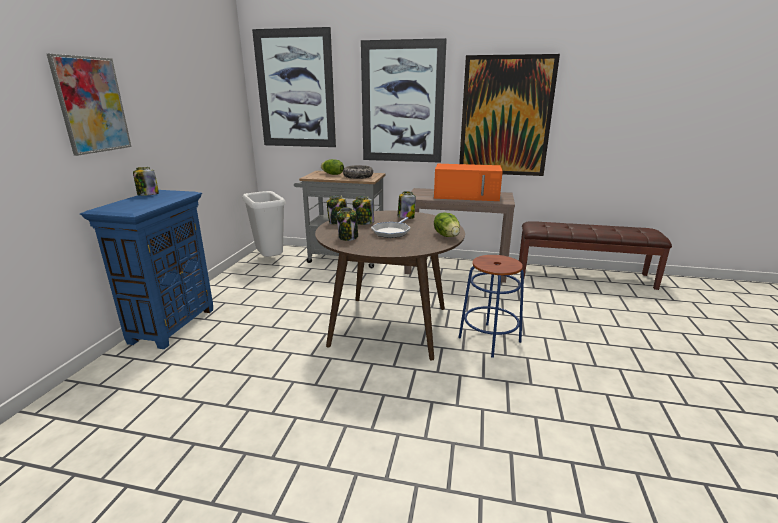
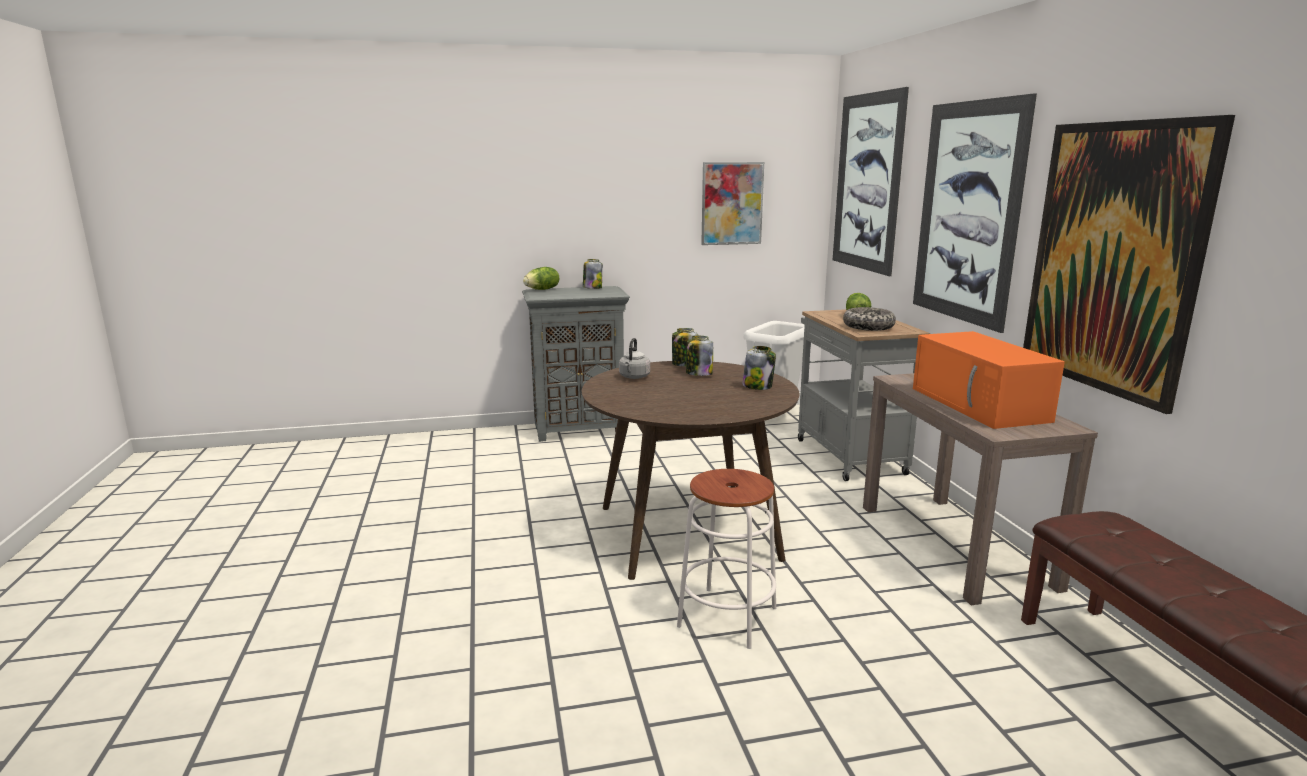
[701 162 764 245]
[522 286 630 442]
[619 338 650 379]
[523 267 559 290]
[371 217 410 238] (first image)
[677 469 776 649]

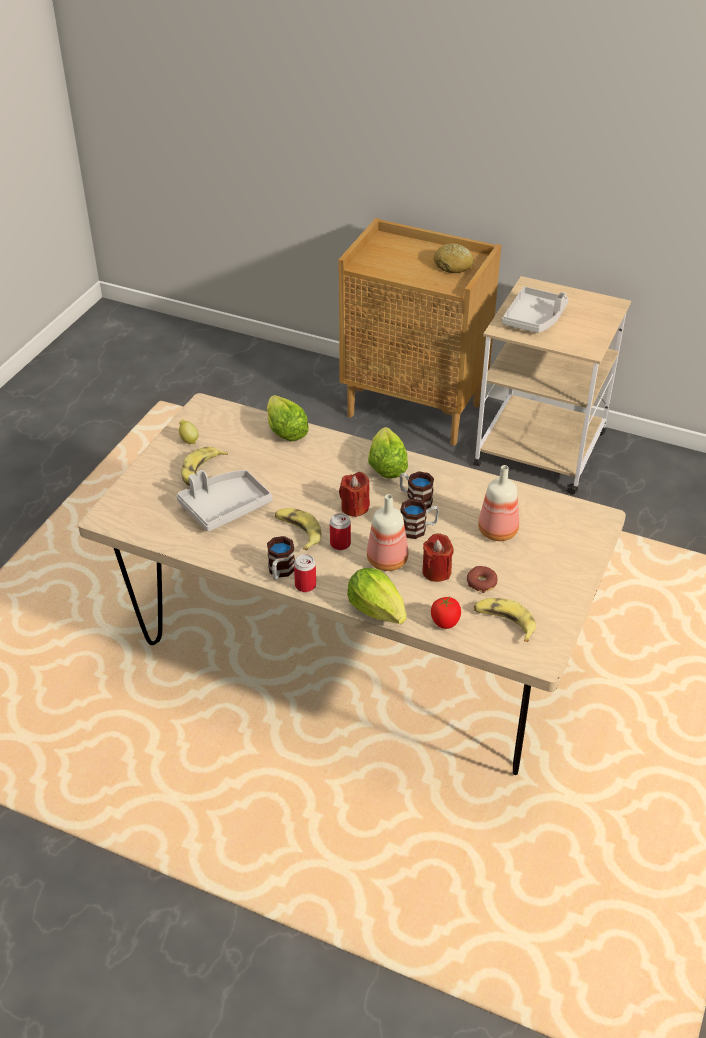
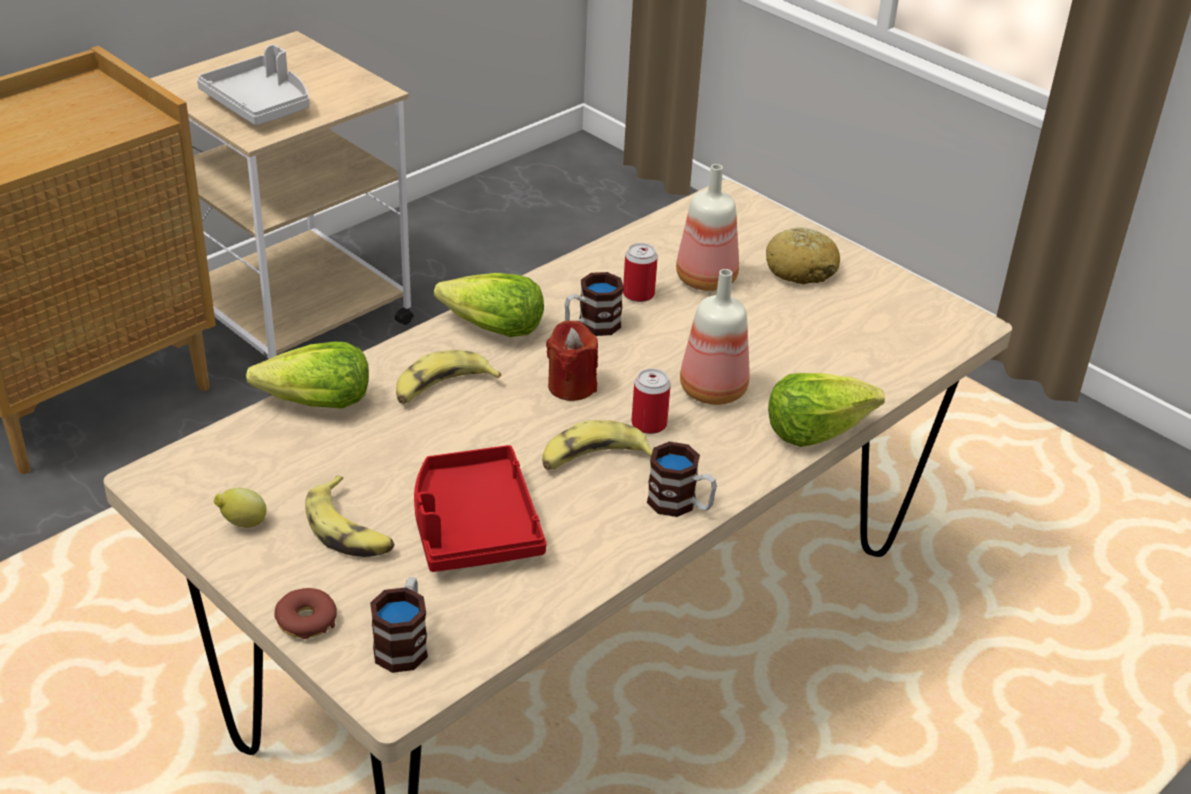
[766 227 840 284]
[414 445 546 572]
[370 577 428 673]
[422 534 453 582] (first image)
[623 243 658 302]
[274 588 337 639]
[431 597 461 629] (first image)
[396 350 501 404]

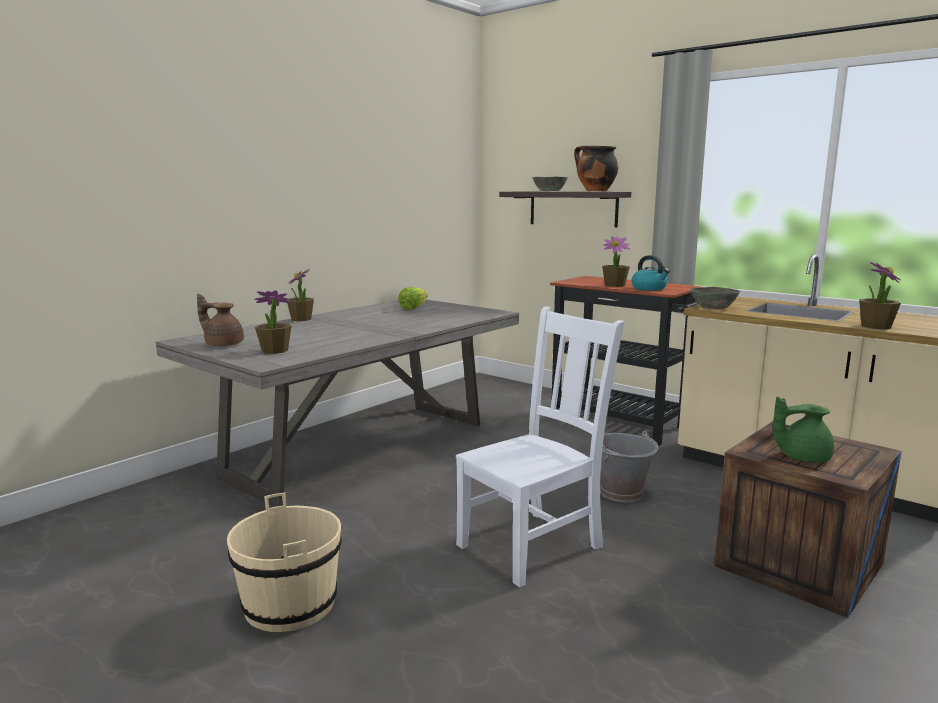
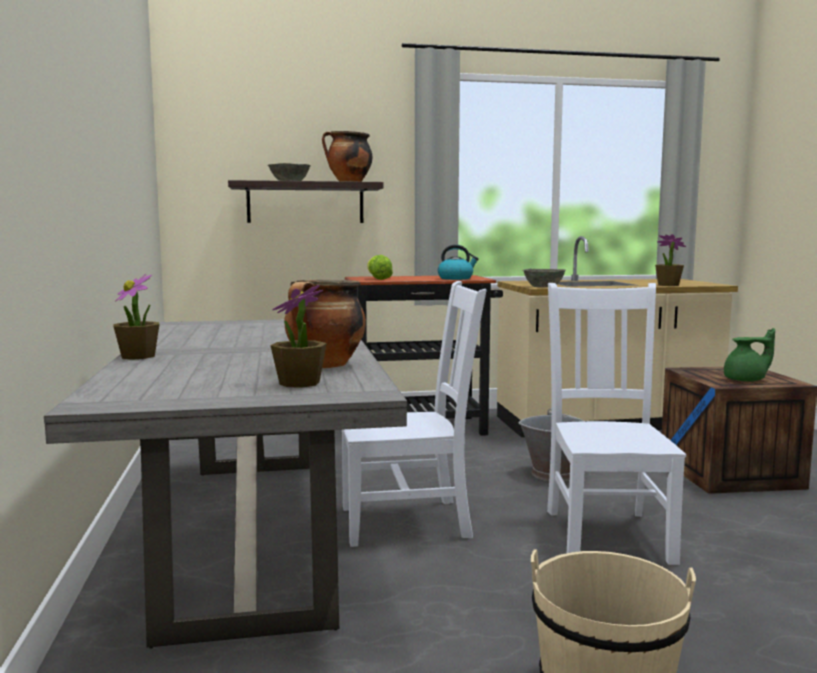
[602 236 630 287] (first image)
[367 255 393 280]
[197 294 244 347] (first image)
[724 328 775 381]
[284 280 366 368]
[342 281 486 547]

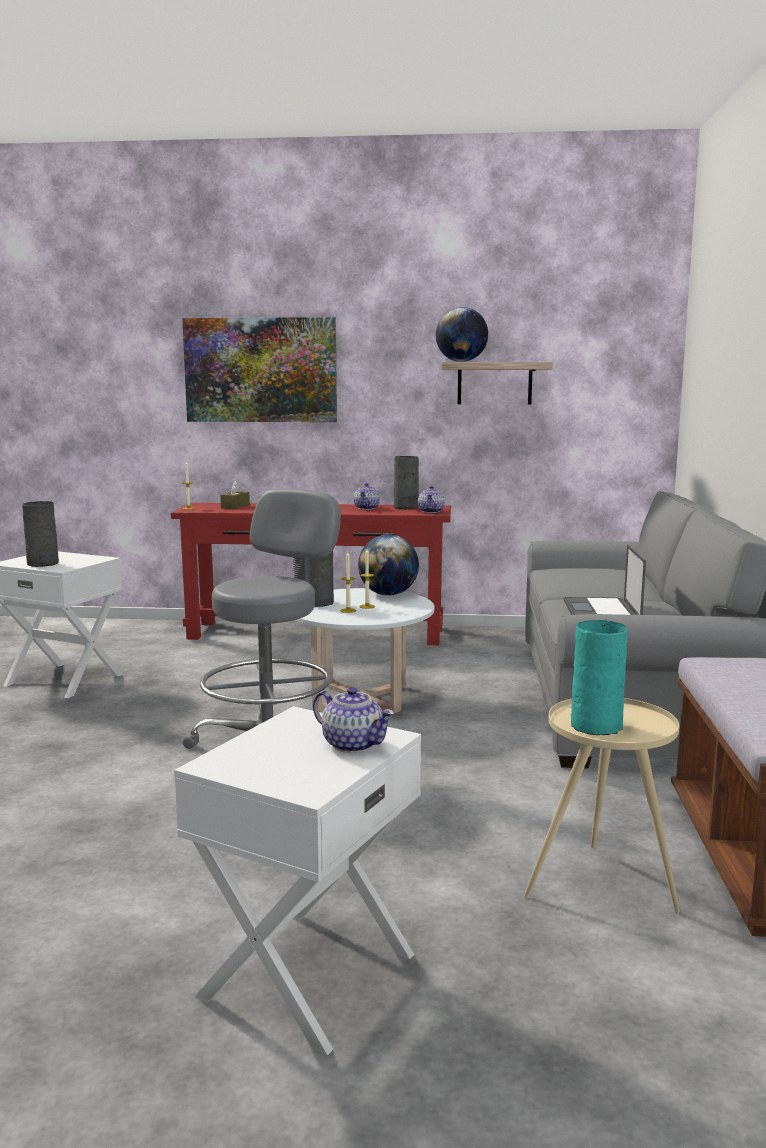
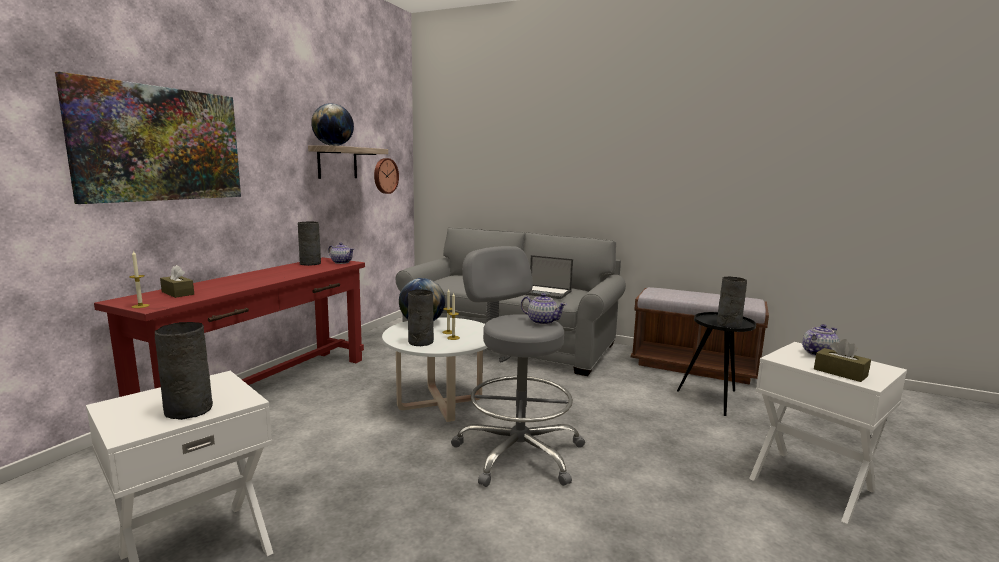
[521 293 567 325]
[717 276 747 328]
[677 312 756 416]
[374 158 399 194]
[814 339 871 382]

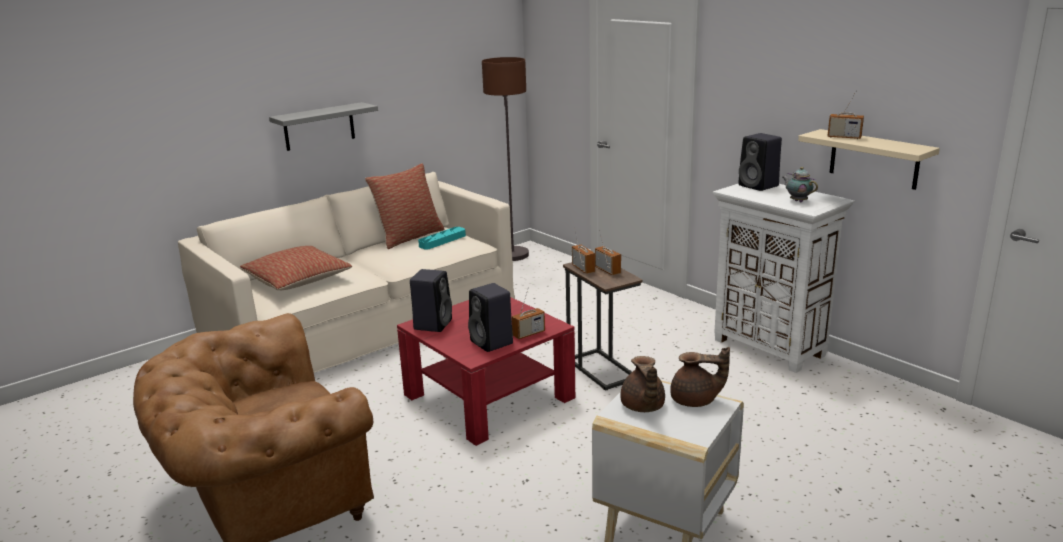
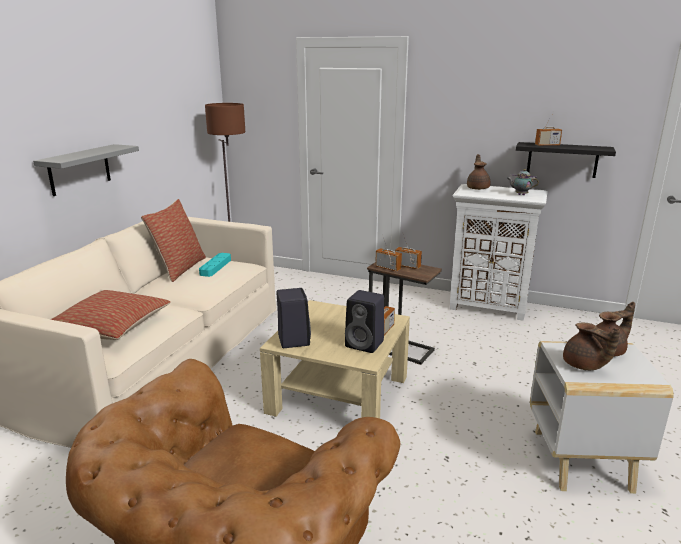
[516 142 616 178]
[467 154 491 190]
[260 300 410 418]

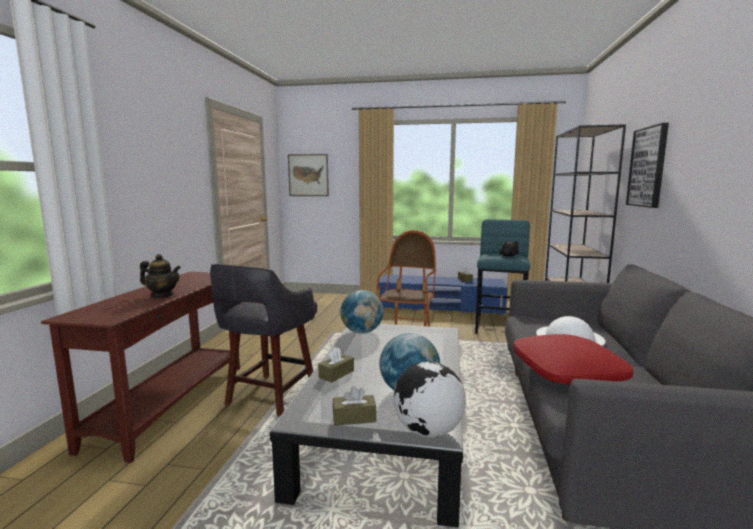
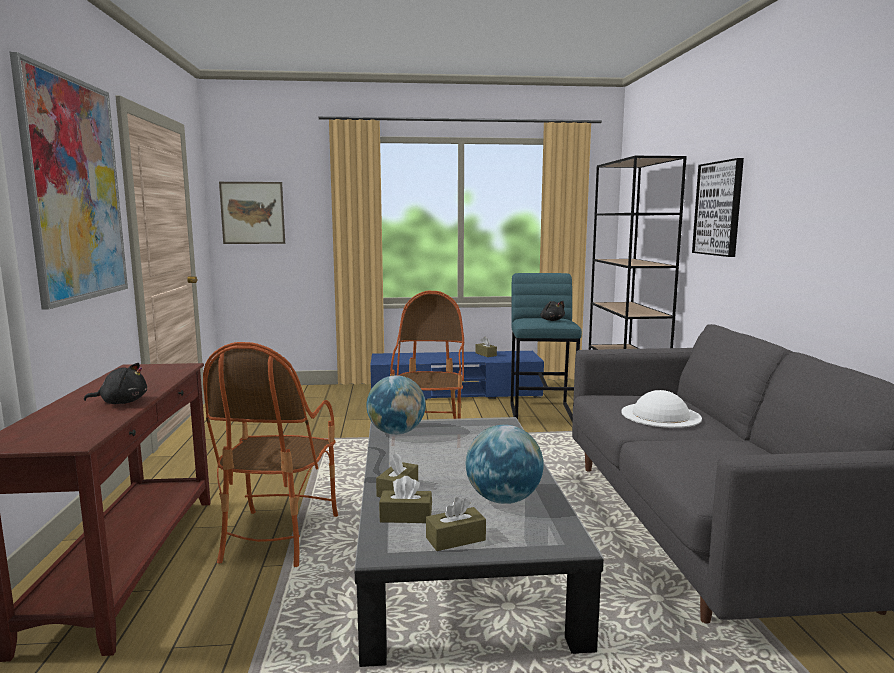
[84 363 147 404]
[203 342 338 567]
[513 334 633 385] (first image)
[394 362 466 438] (first image)
[10 52 128 310]
[379 476 432 523]

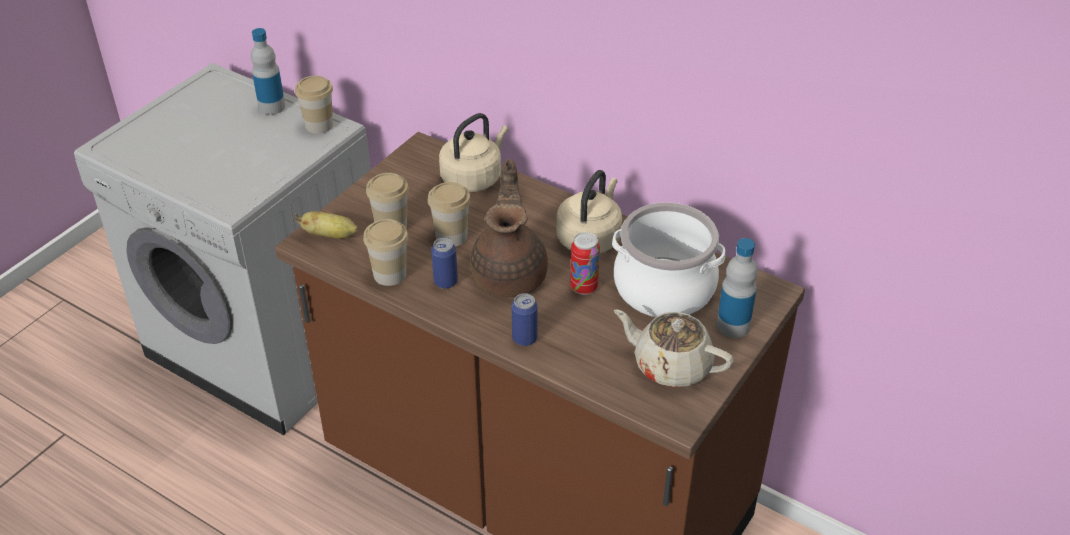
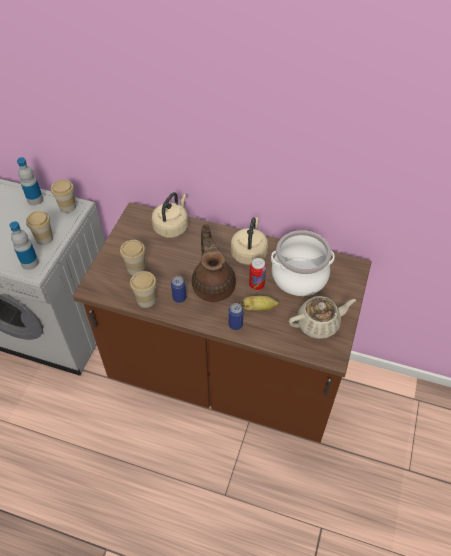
[26 211 53 245]
[239 296 279 311]
[9 221 39 270]
[289 296 356 339]

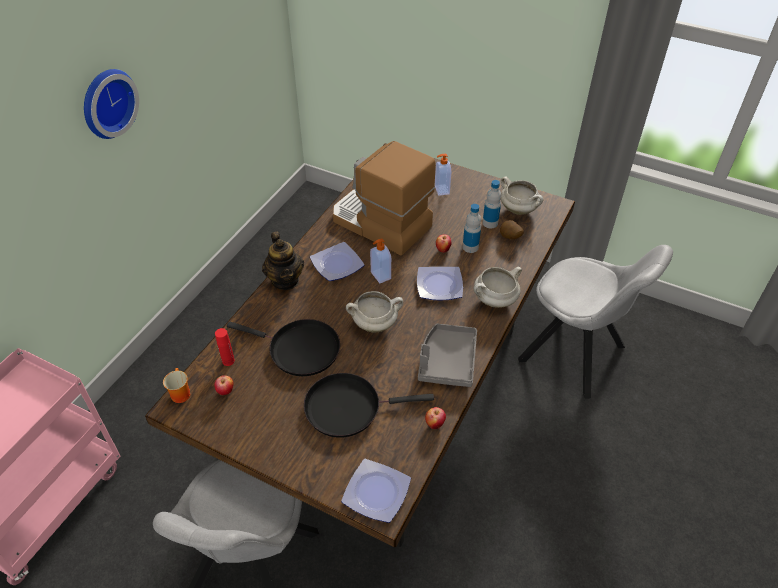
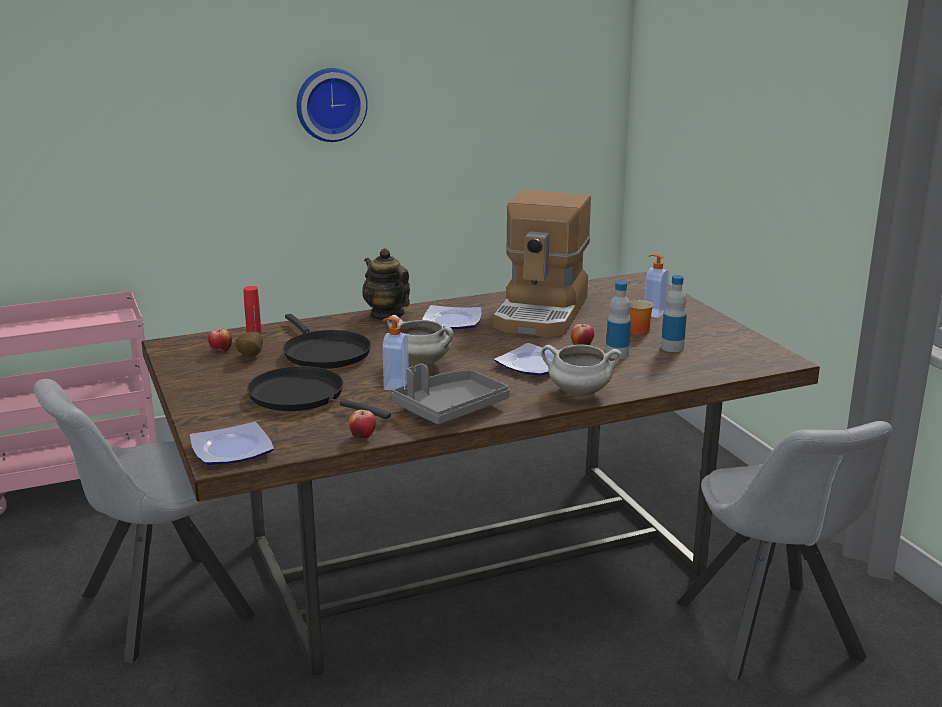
[493 190 591 337]
[501 176 544 215] (first image)
[235 331 263 357]
[362 248 410 320]
[383 318 409 390]
[629 300 654 335]

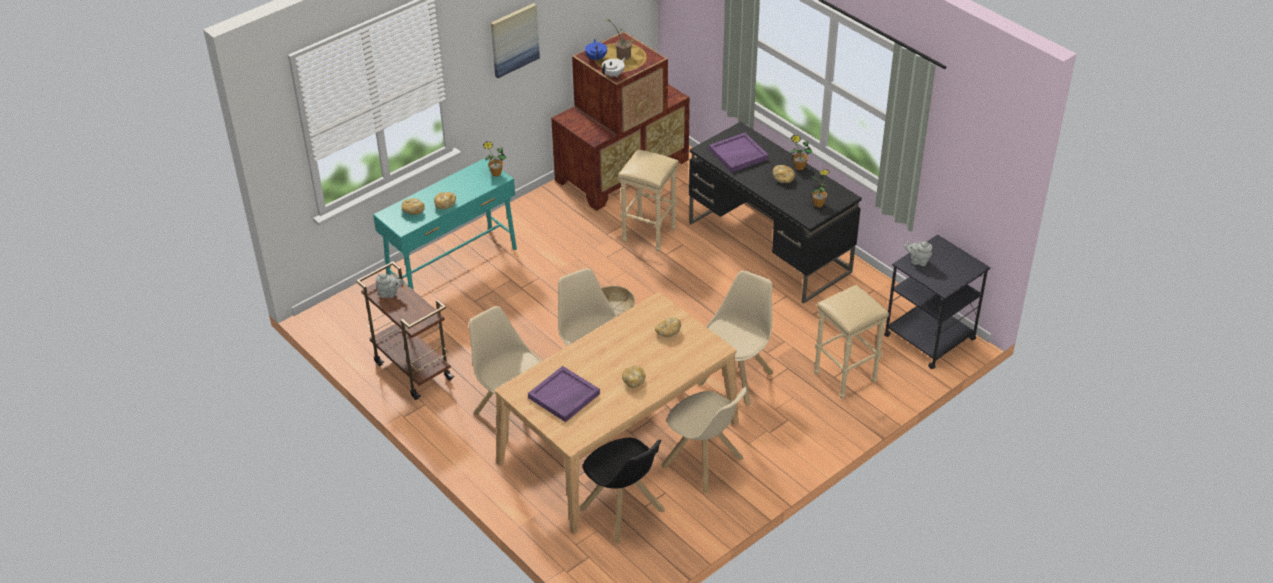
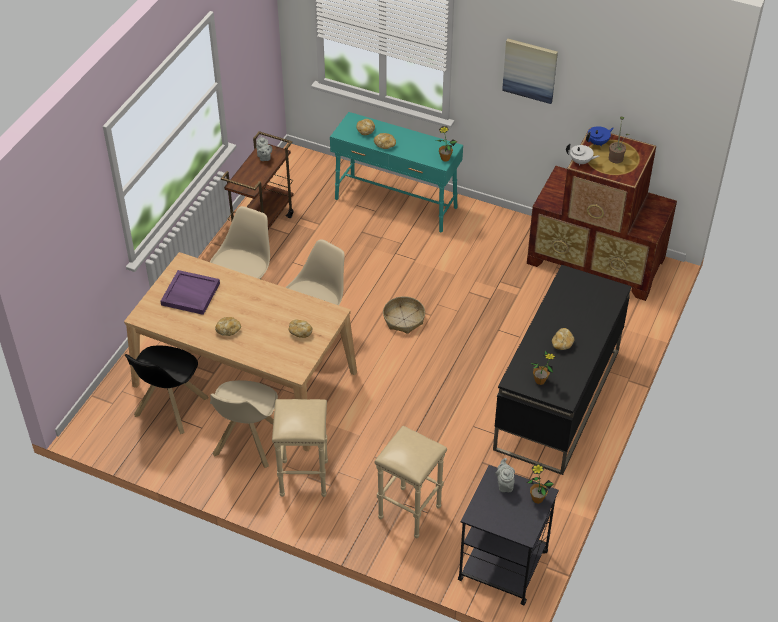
[709 132 768 173] (first image)
[527 464 554 504]
[272 399 328 497]
[698 270 773 406] (first image)

